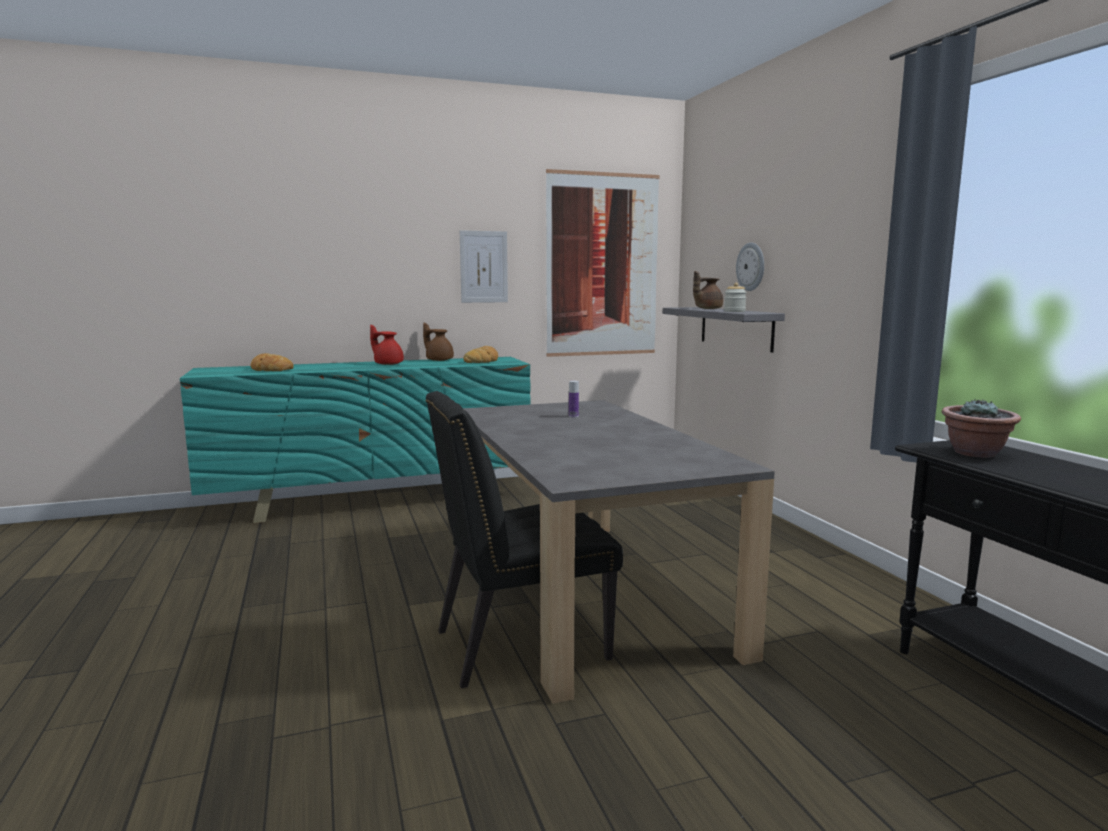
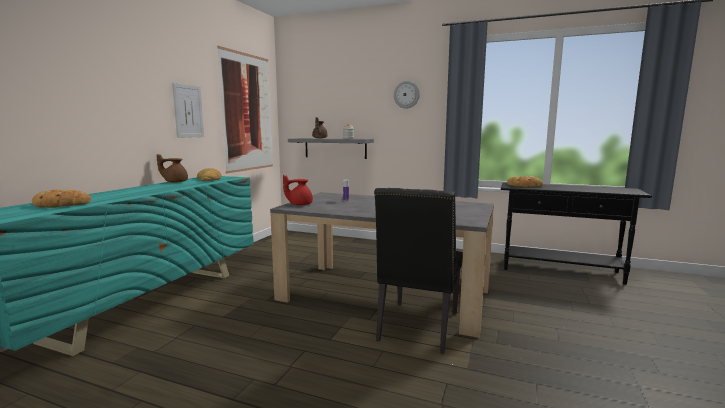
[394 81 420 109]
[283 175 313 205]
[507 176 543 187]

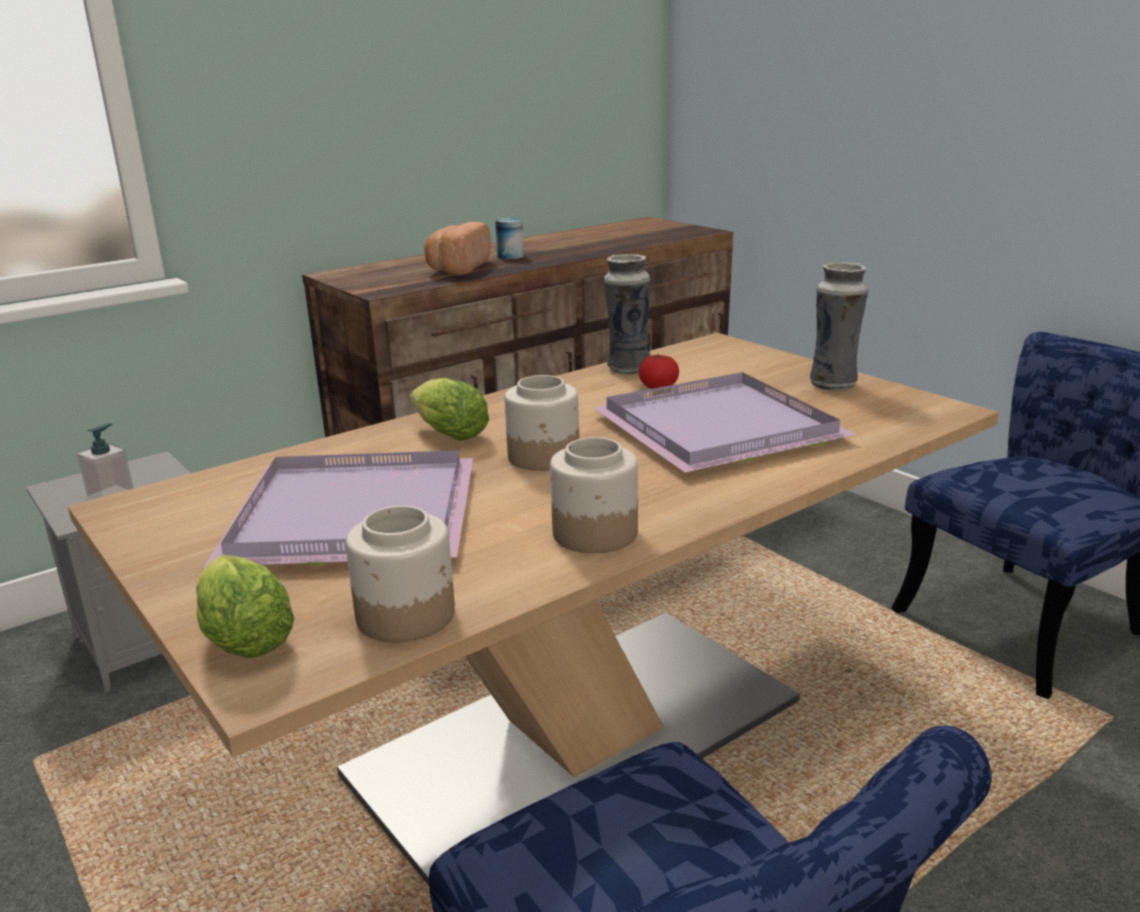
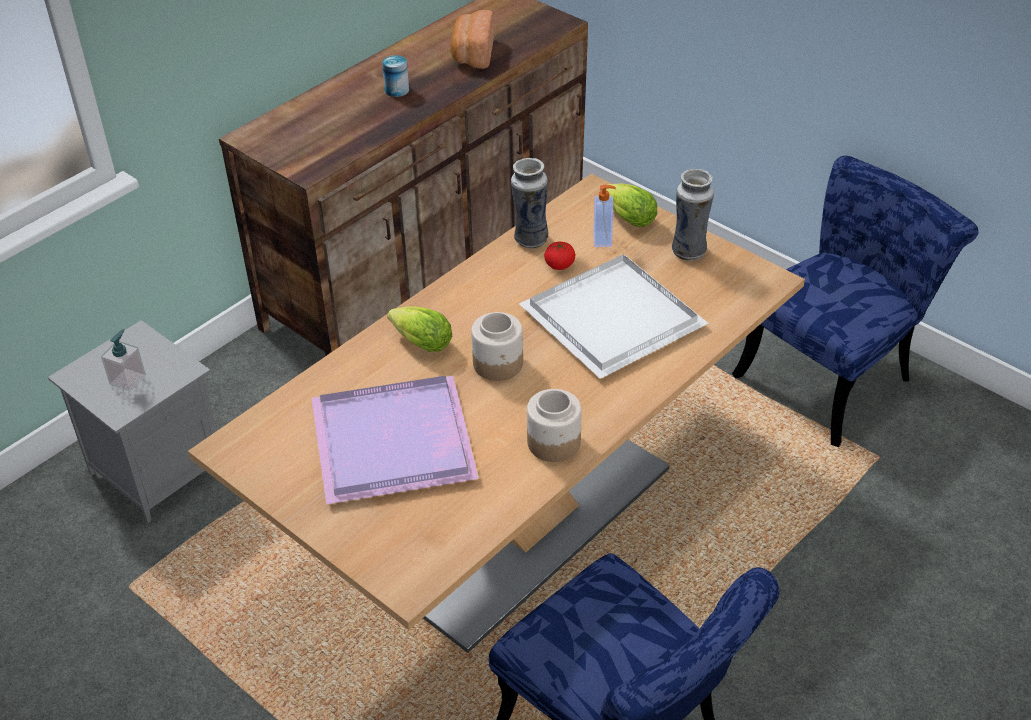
[450 10 494 69]
[519 255 709 379]
[346 505 455 643] (first image)
[606 184 657 227]
[593 185 616 247]

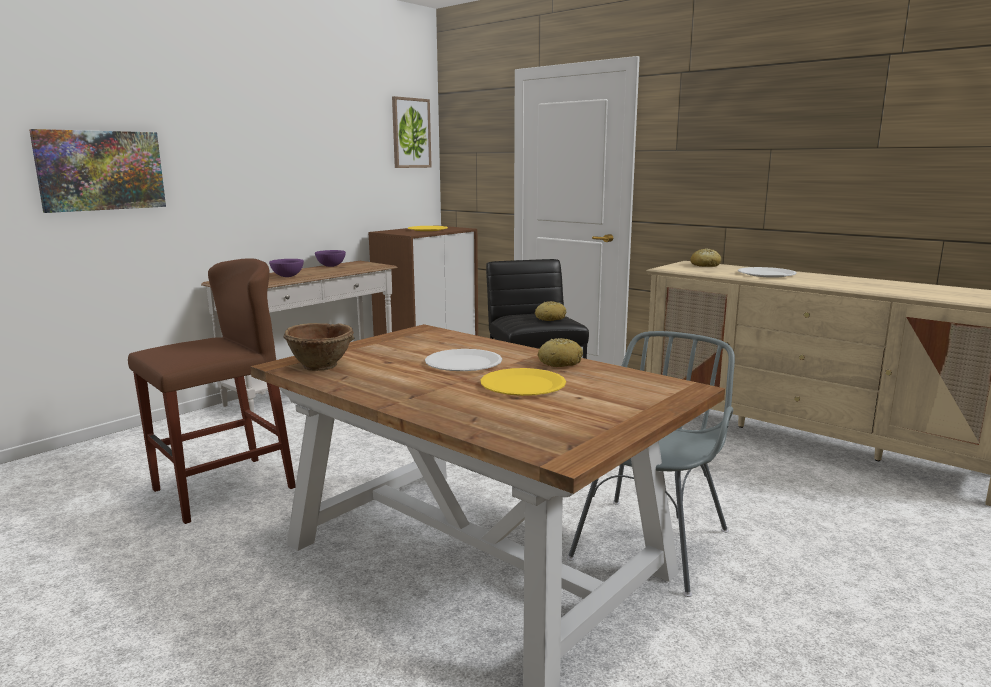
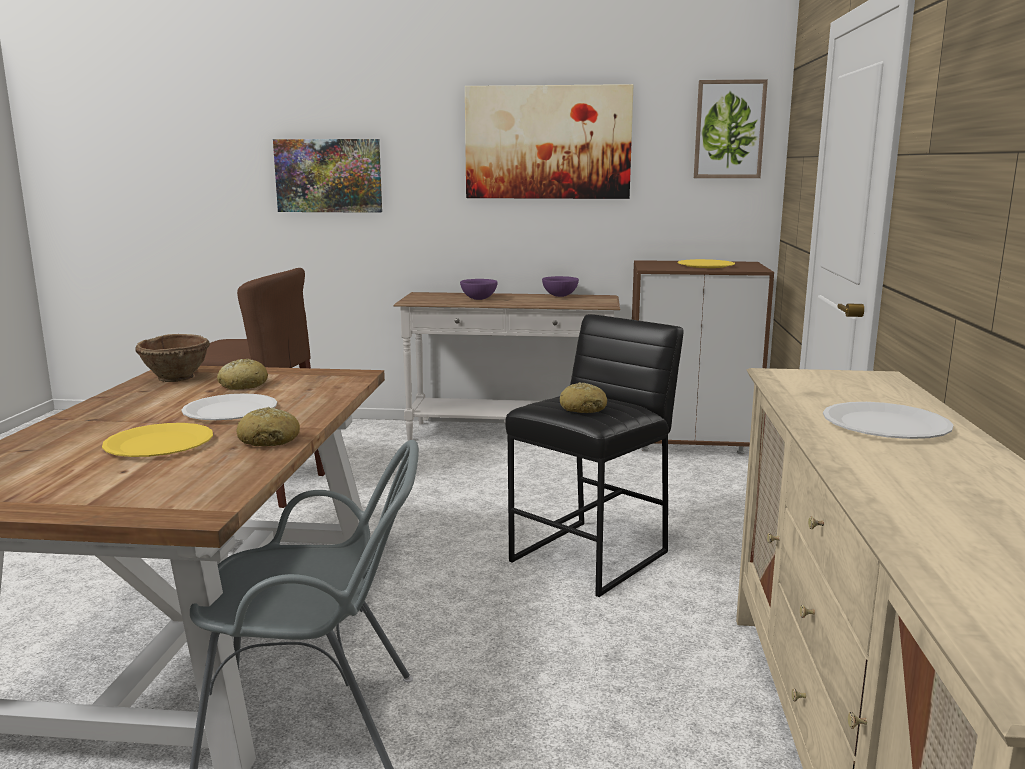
[217 359 268 390]
[465 84 633 199]

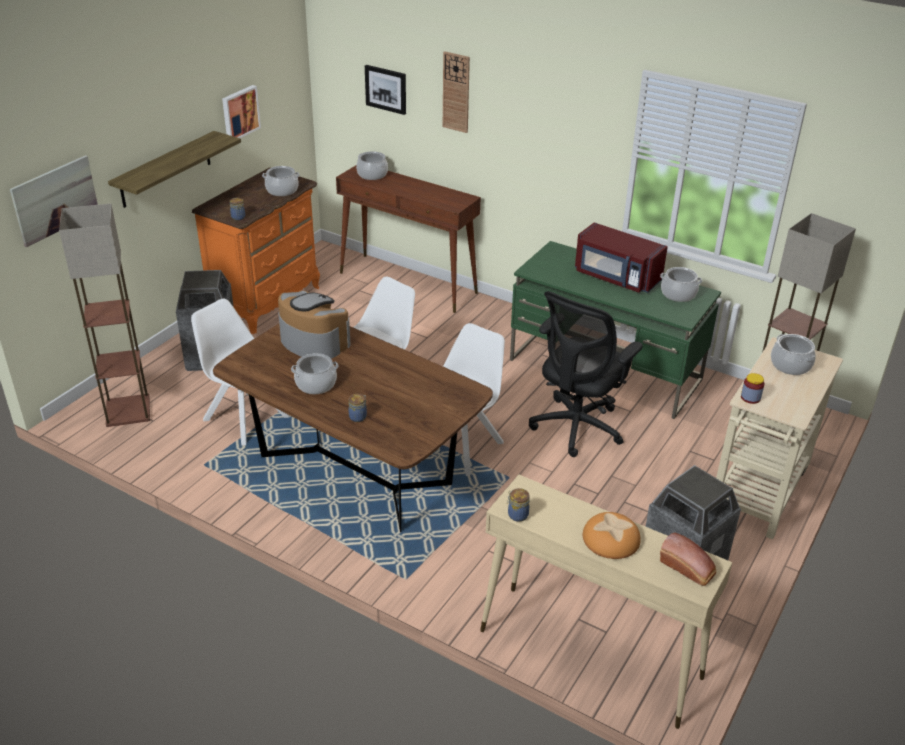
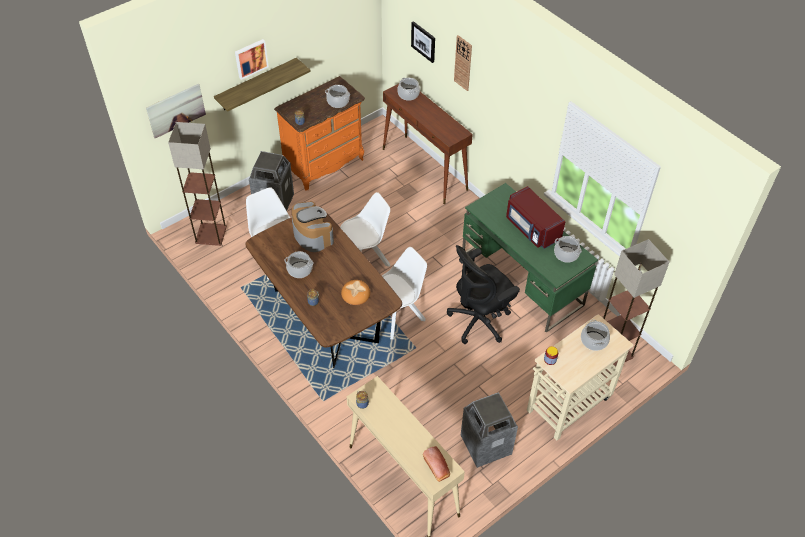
[235 39 269 80]
[341 280 370 305]

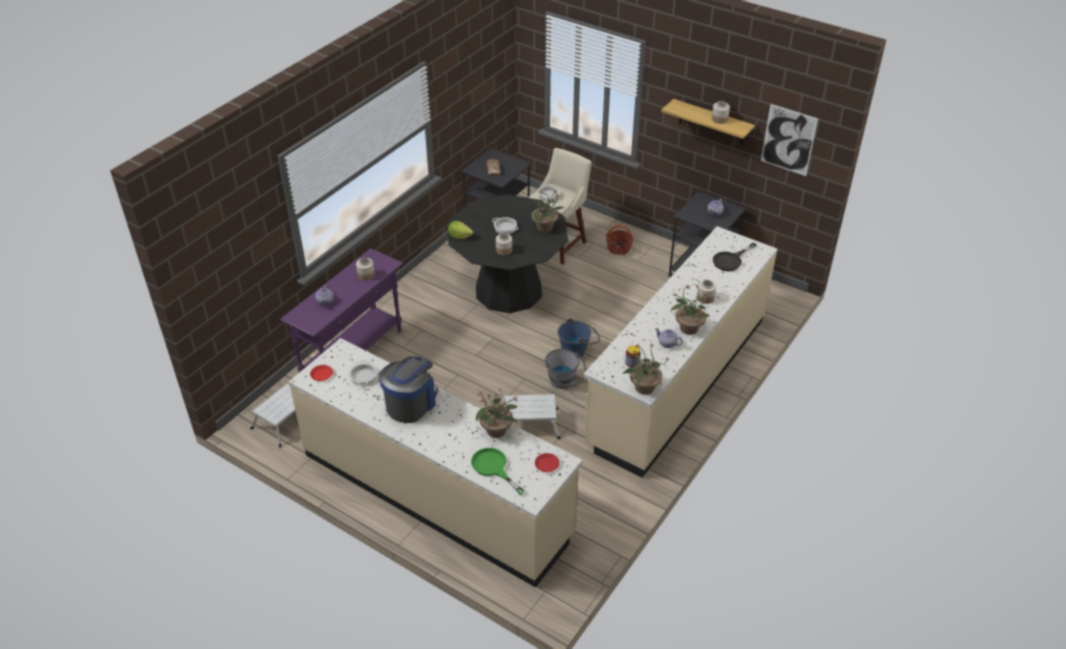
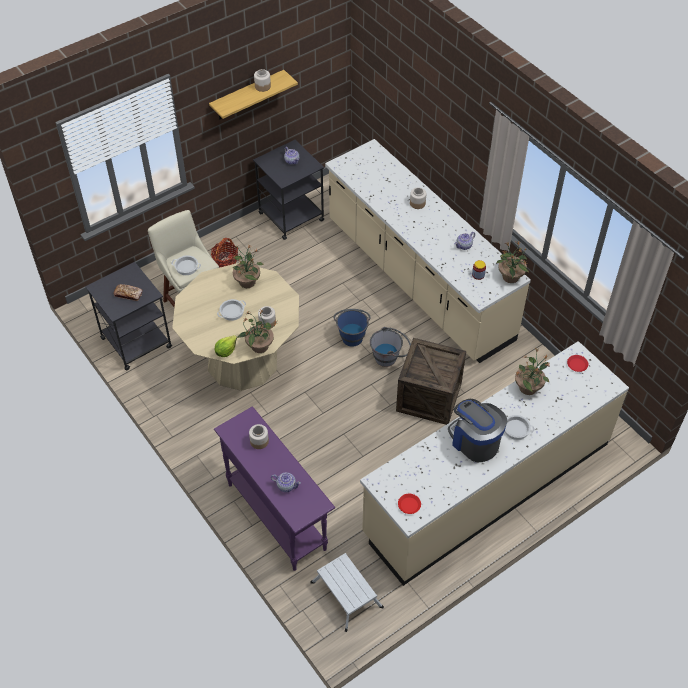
[761 104 818 176] (first image)
[172 263 299 391]
[713 243 756 271] (first image)
[237 309 278 353]
[505 415 534 440]
[396 338 466 425]
[471 448 525 495] (first image)

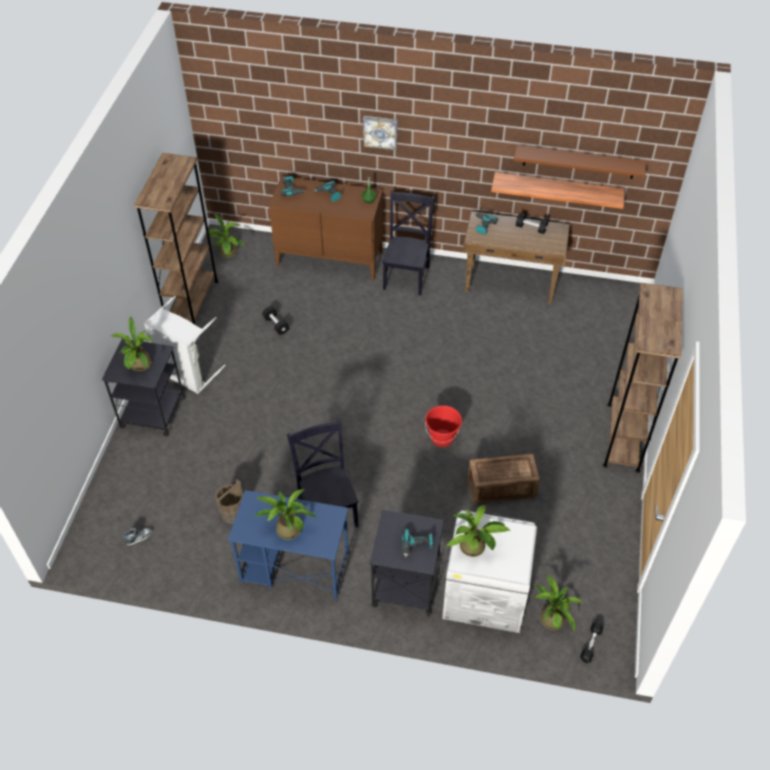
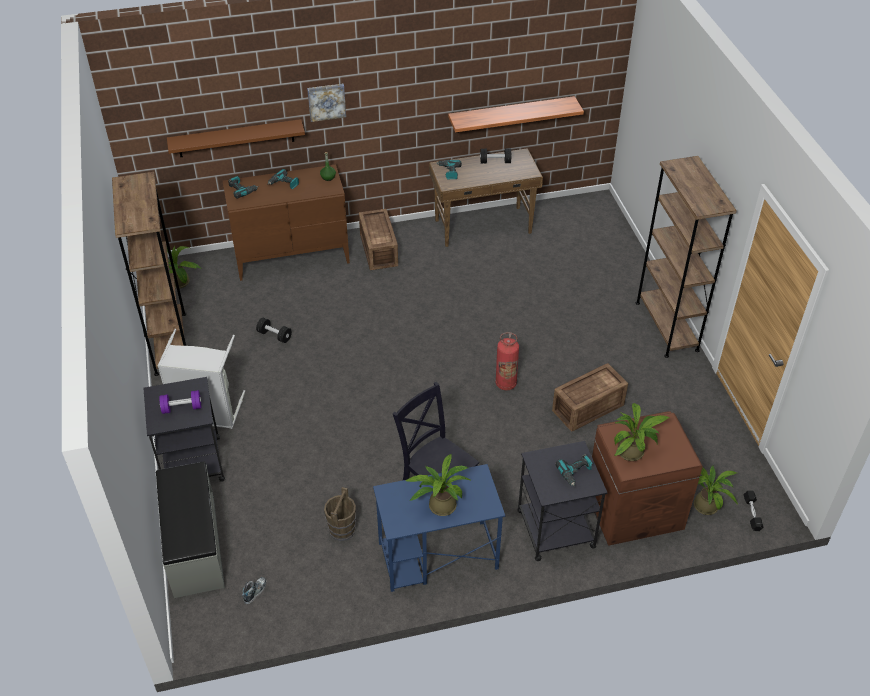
[167 119 305 157]
[359 209 398 270]
[159 390 201 414]
[496 332 519 390]
[592 411 703 546]
[156 461 225 598]

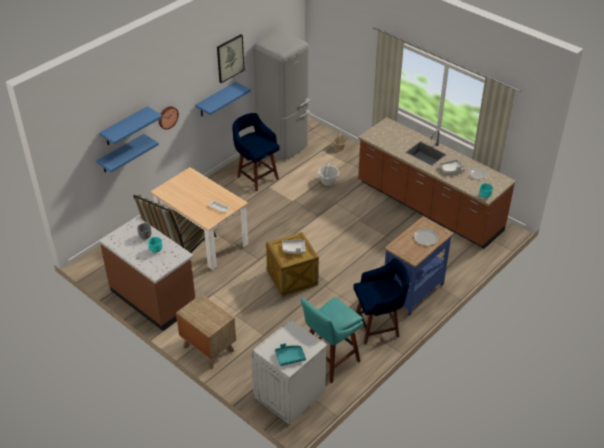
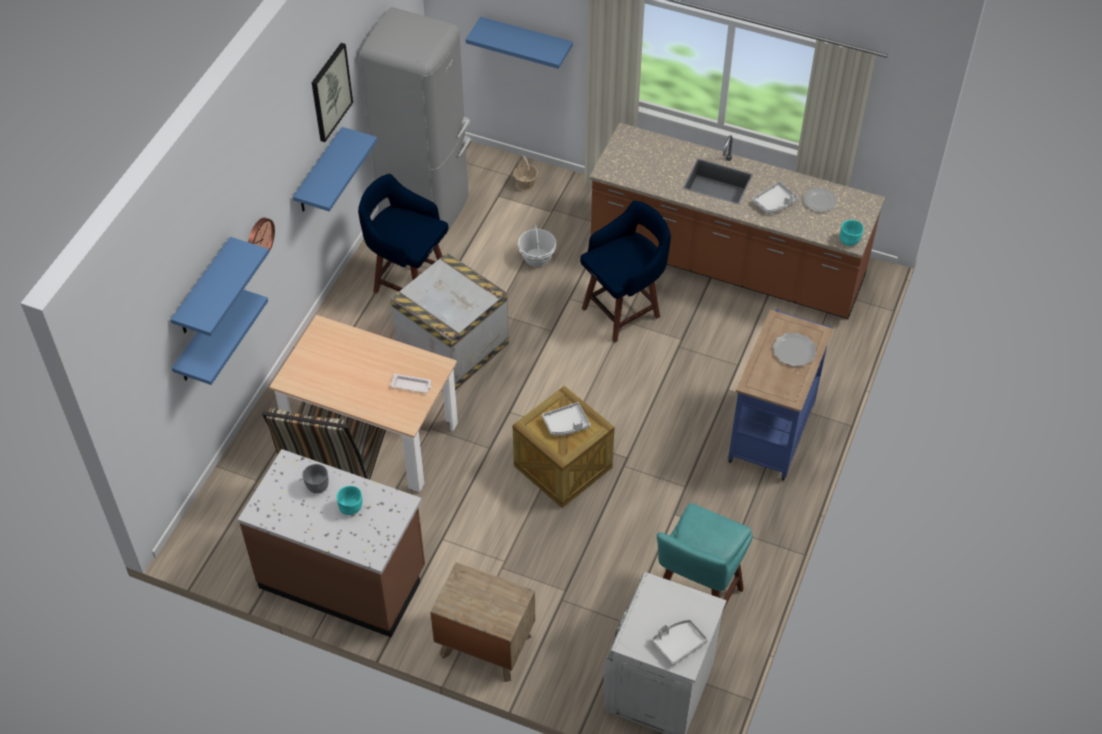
[580 201 671 343]
[651 619 708 666]
[466 17 573 69]
[391 252 509 390]

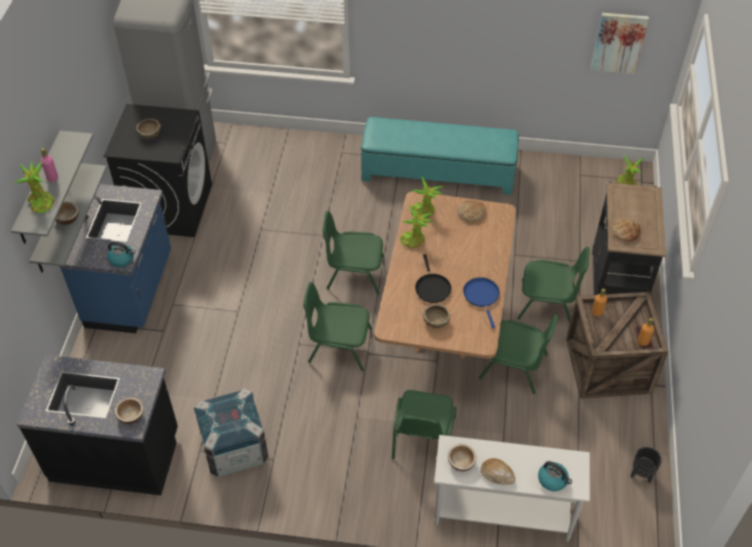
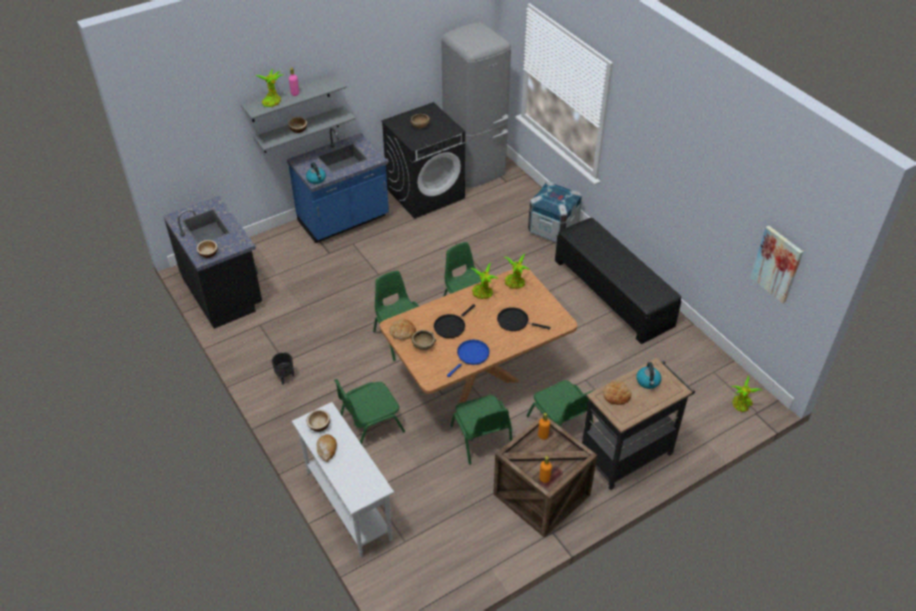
[555 218 681 344]
[389 319 416 340]
[528 182 582 243]
[272 352 294 385]
[636 362 661 389]
[497 307 551 331]

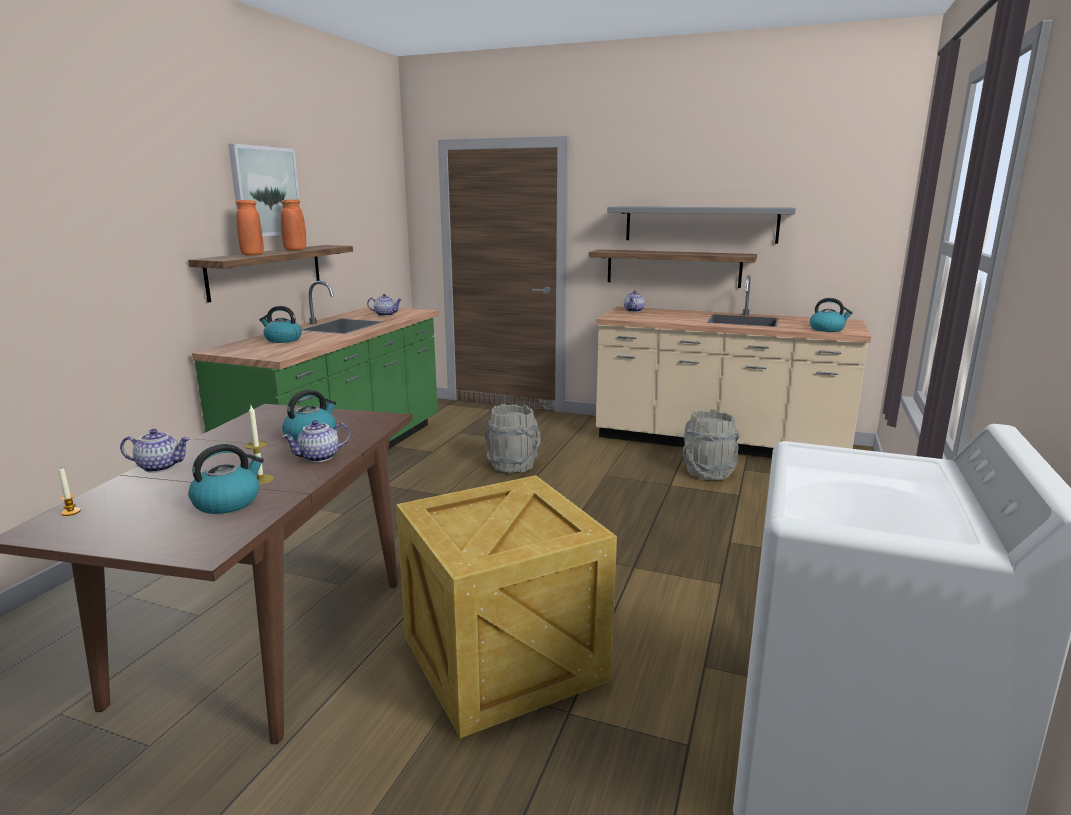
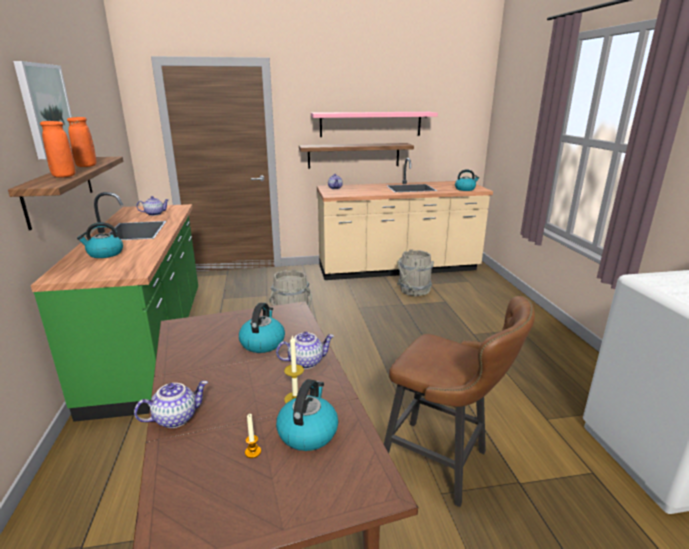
[311 112 438 137]
[276 332 334 369]
[245 414 261 458]
[384 296 535 507]

